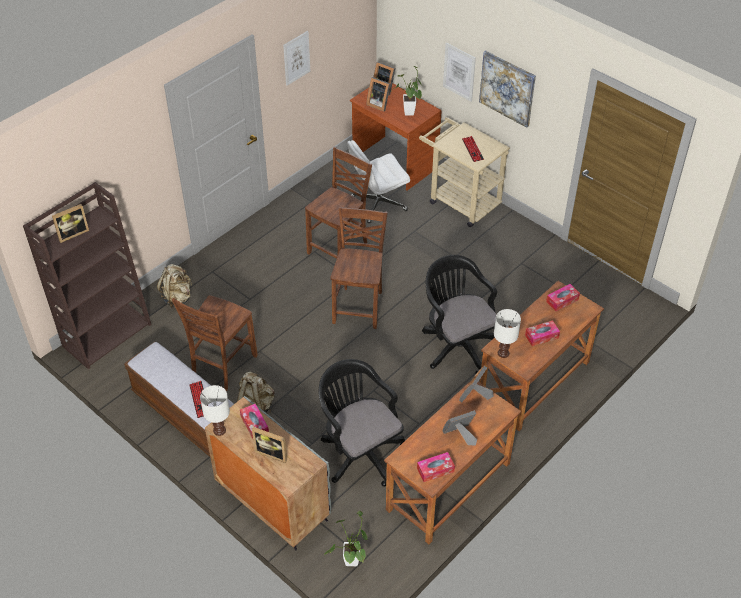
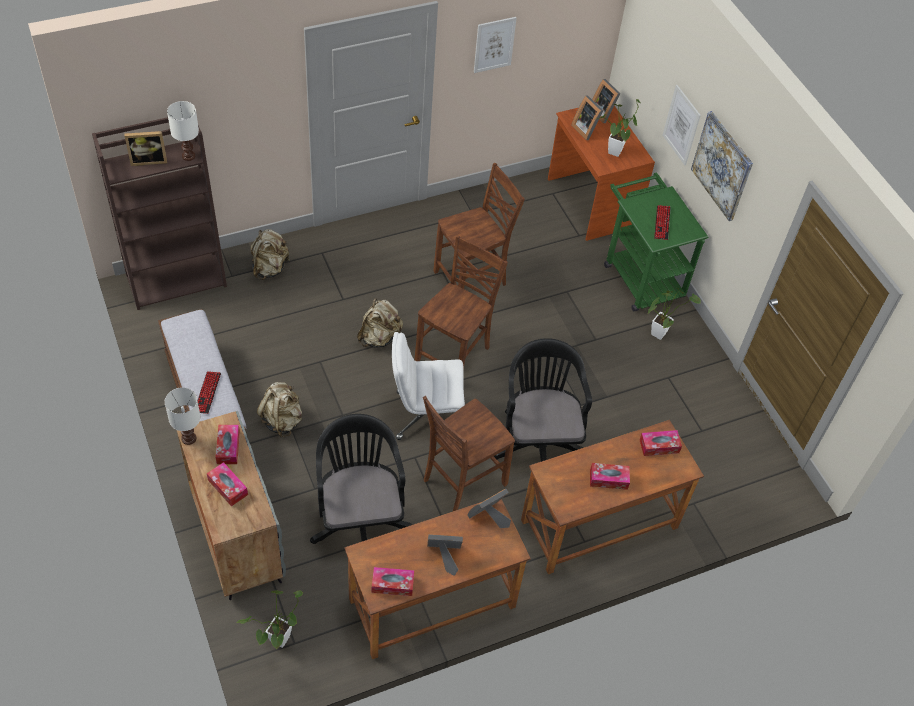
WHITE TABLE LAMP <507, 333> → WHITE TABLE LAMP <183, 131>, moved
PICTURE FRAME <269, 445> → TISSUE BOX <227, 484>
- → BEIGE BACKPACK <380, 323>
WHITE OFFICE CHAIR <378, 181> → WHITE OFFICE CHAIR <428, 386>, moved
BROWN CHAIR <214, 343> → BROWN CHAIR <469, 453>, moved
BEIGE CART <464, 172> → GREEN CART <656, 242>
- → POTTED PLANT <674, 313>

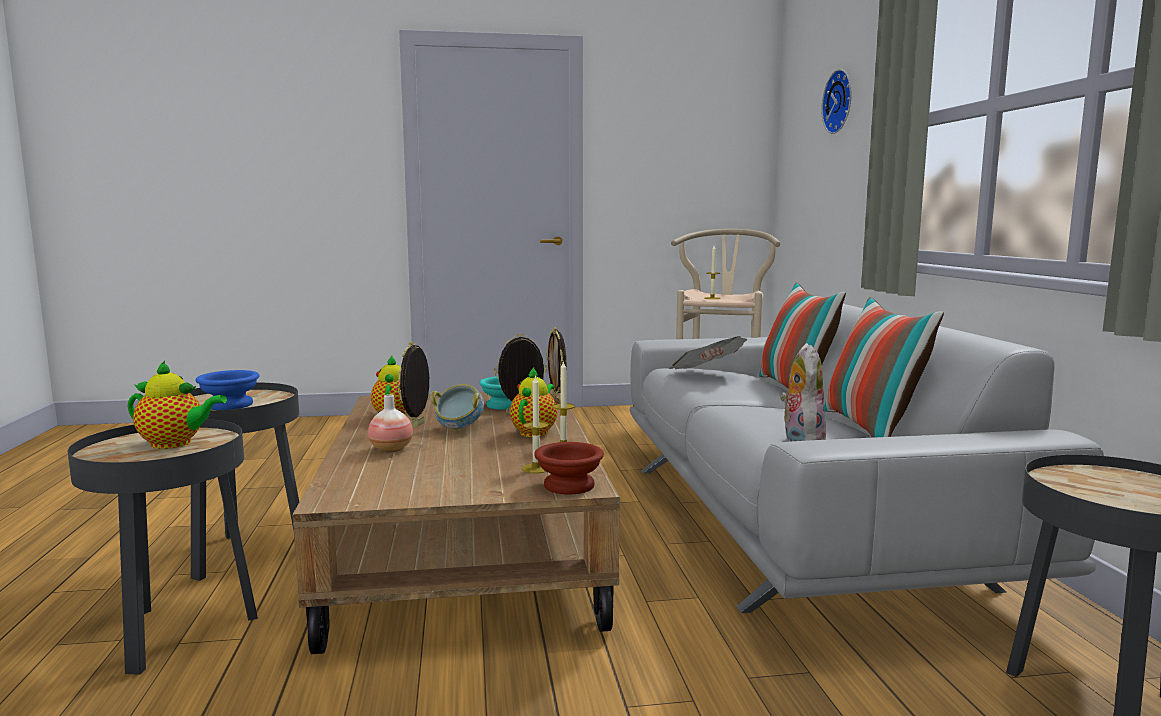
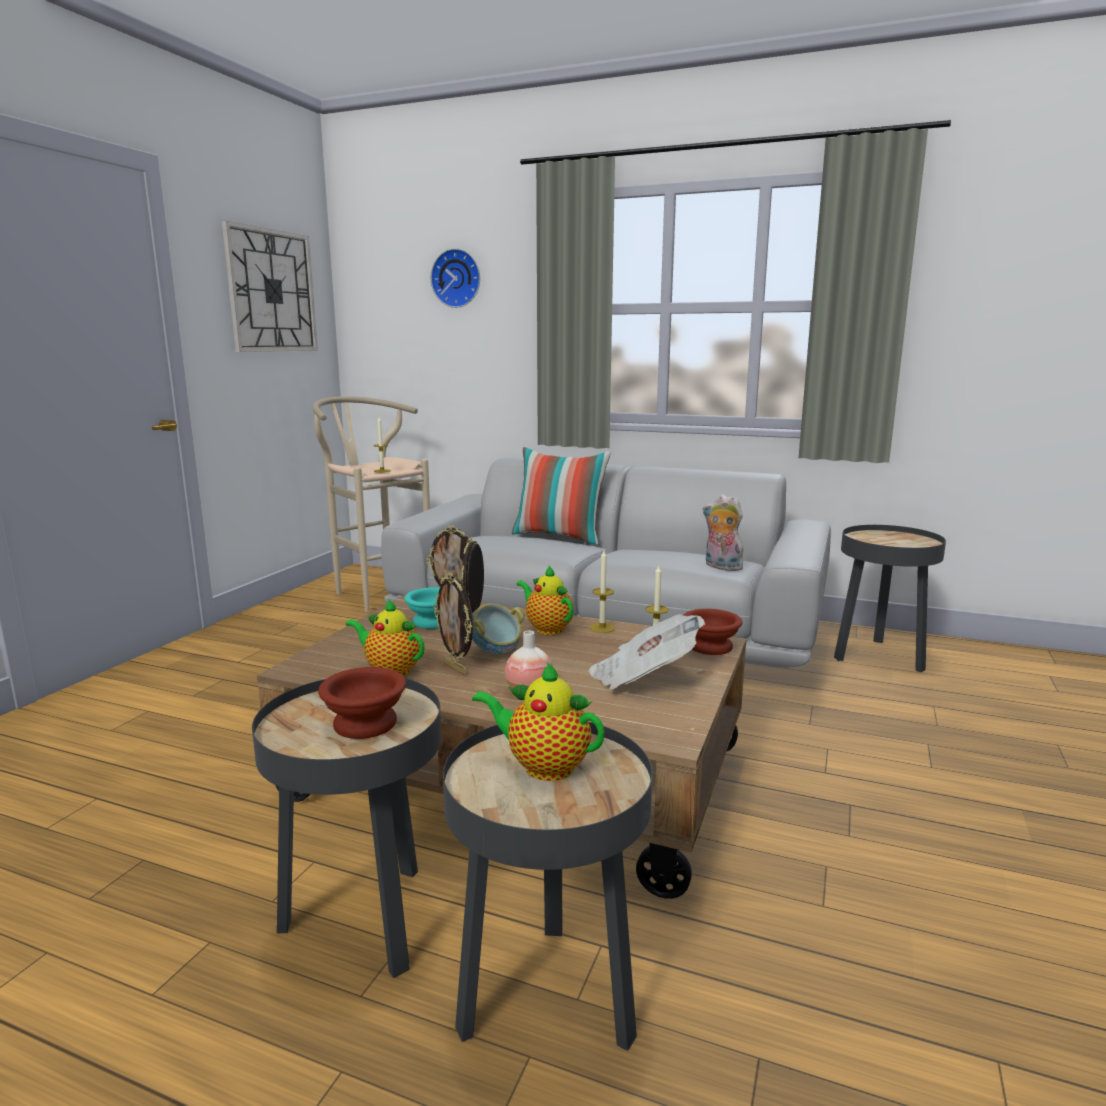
- → WALL CLOCK <270, 286>
BLUE BOWL <227, 390> → BROWN BOWL <362, 703>
TEAPOT <177, 405> → TEAPOT <538, 721>, 105 degrees counterclockwise
NEWSPAPER <707, 352> → NEWSPAPER <646, 652>, moved
PILLOW <883, 367> → -

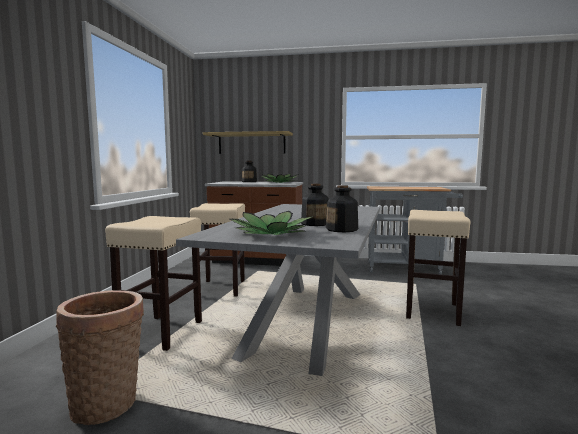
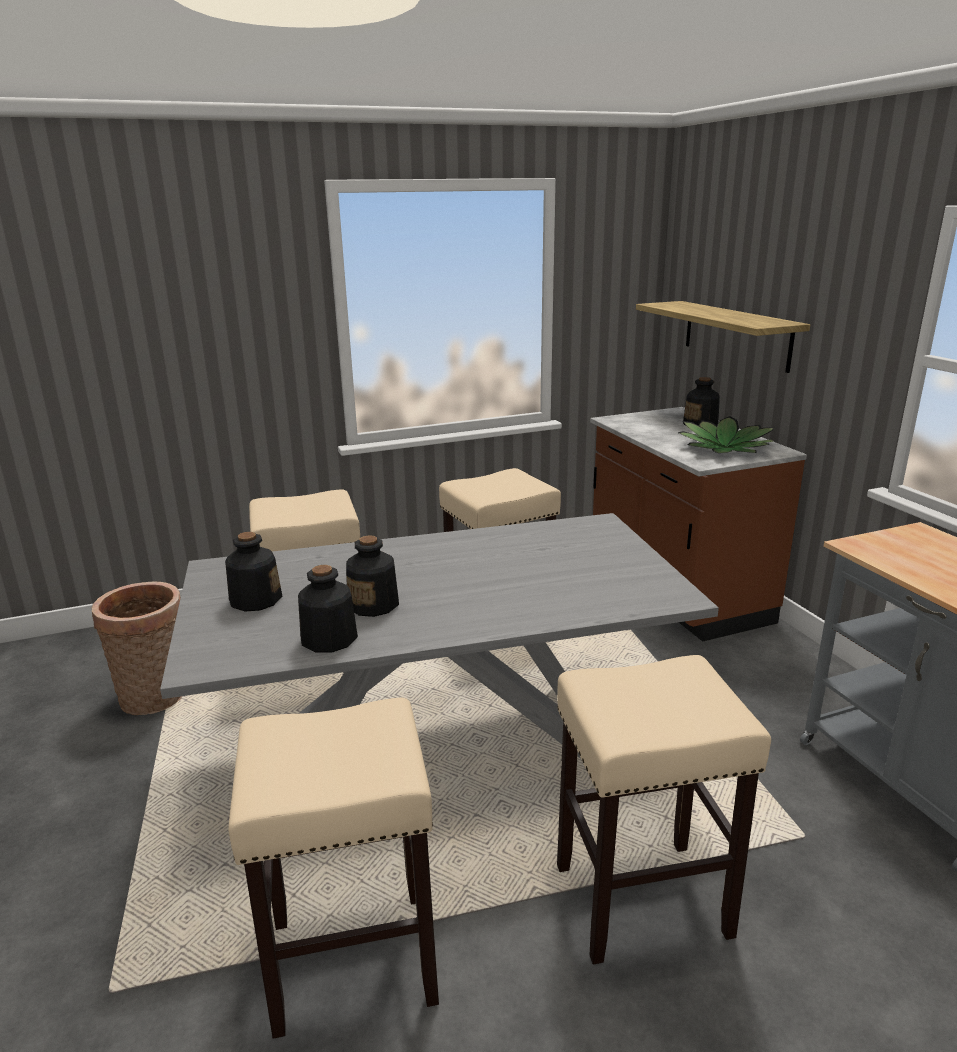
POTTED PLANT <272, 223> → BOTTLE <253, 571>
- → BEIGE STOOL <333, 868>

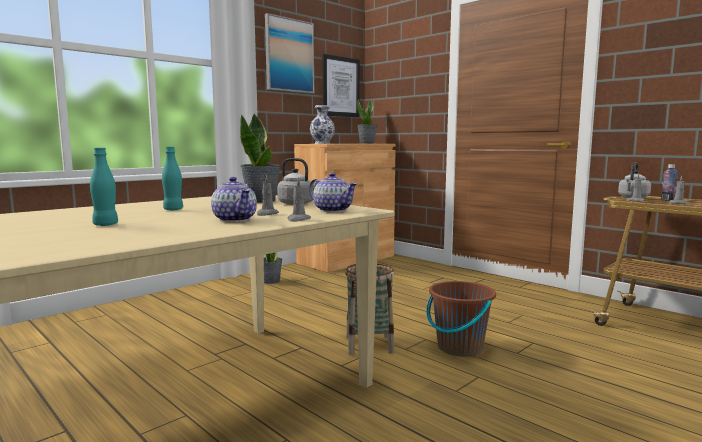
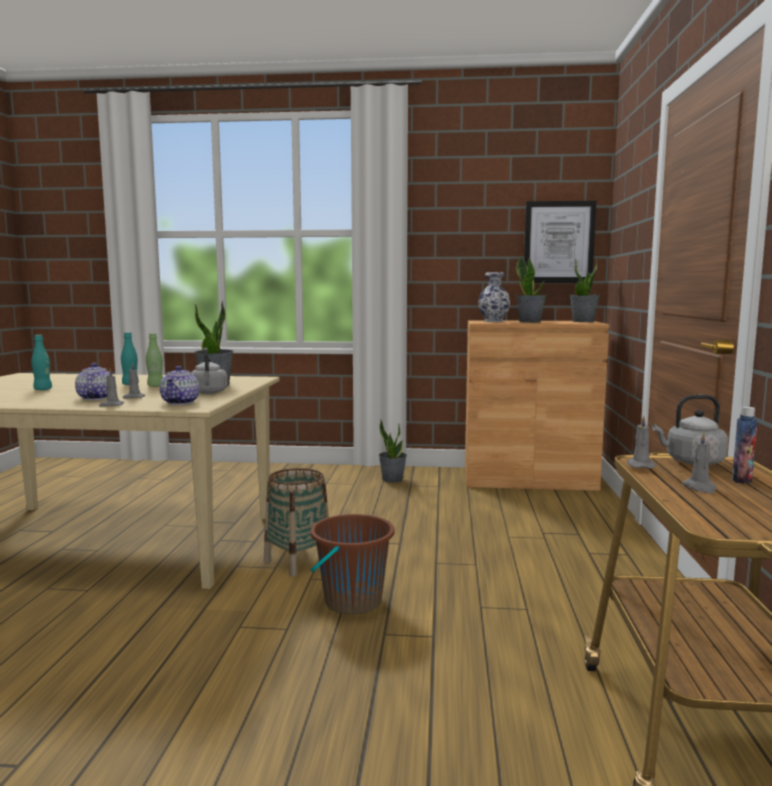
TEAPOT <234, 199> → TEAPOT <94, 381>, 150 degrees clockwise
- → GREEN BOTTLE <154, 360>
- → POTTED PLANT <531, 290>
PICTURE <289, 53> → -

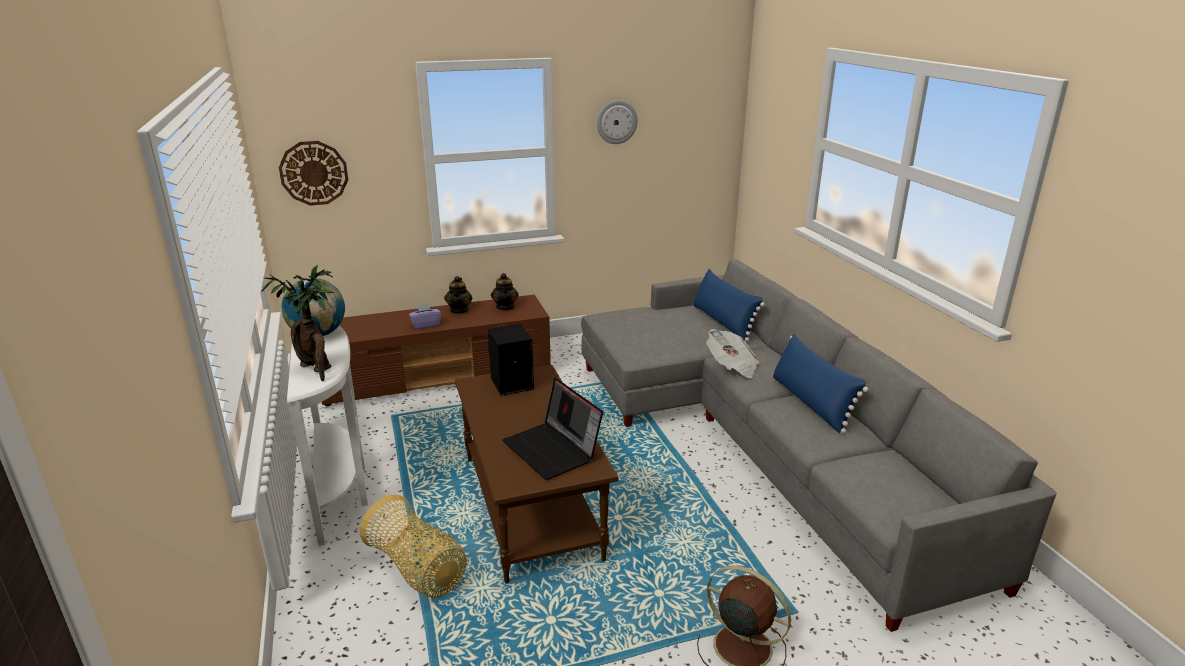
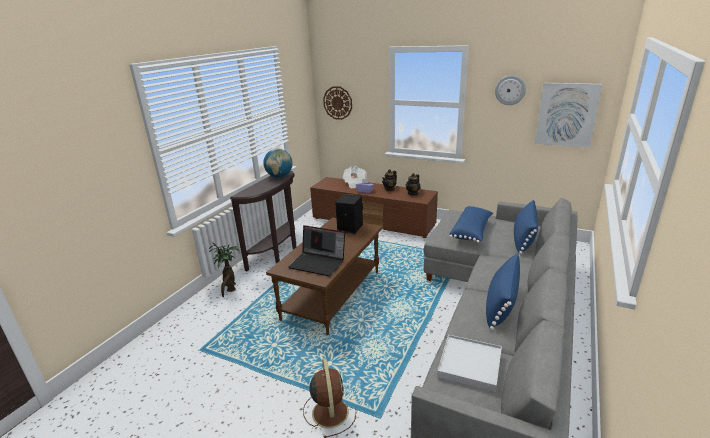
POTTED PLANT <297, 323> → POTTED PLANT <224, 269>, moved
WHITE CONSOLE TABLE <327, 435> → BROWN CONSOLE TABLE <263, 221>
LAPTOP <553, 429> → LAPTOP <316, 250>, 75 degrees counterclockwise
NEWSPAPER <733, 353> → NEWSPAPER <355, 177>, moved
- → WHITE TRAY <469, 363>
- → BLUE PILLOW <471, 224>
- → PICTURE <568, 115>
BASKET <413, 546> → -

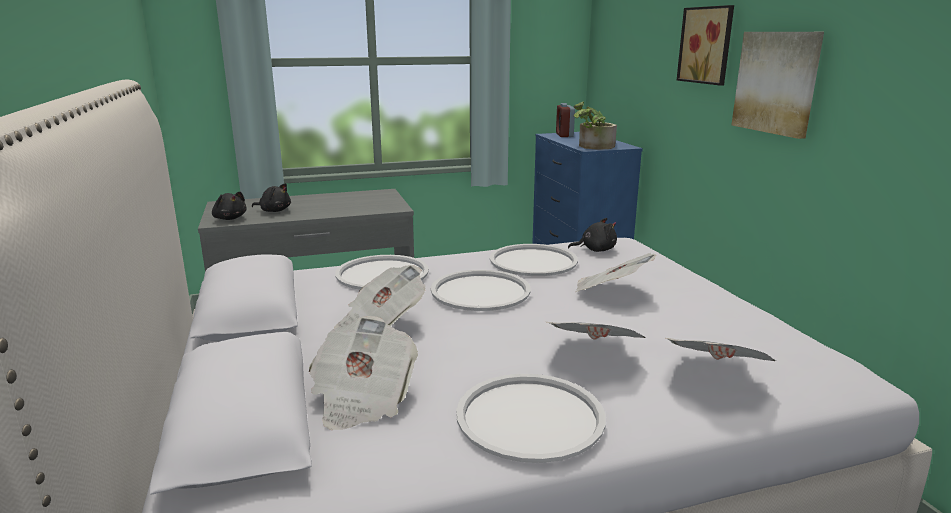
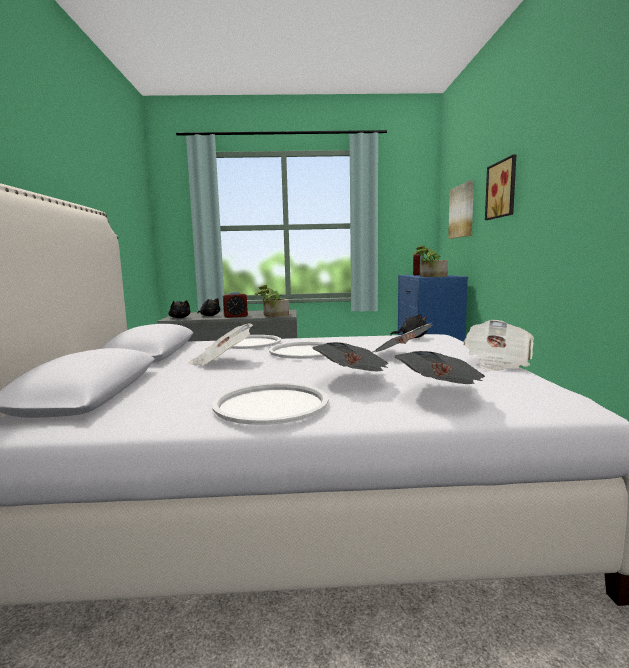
- → ALARM CLOCK <235, 305>
- → POTTED PLANT <272, 301>
PICTURE <778, 85> → PICTURE <461, 210>, moved
NEWSPAPER <363, 373> → NEWSPAPER <498, 345>, moved
WHITE TRAY <534, 260> → -

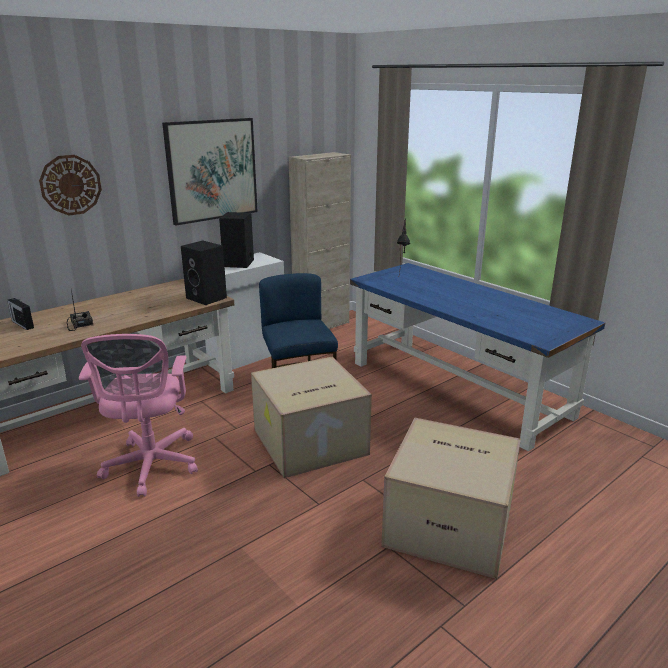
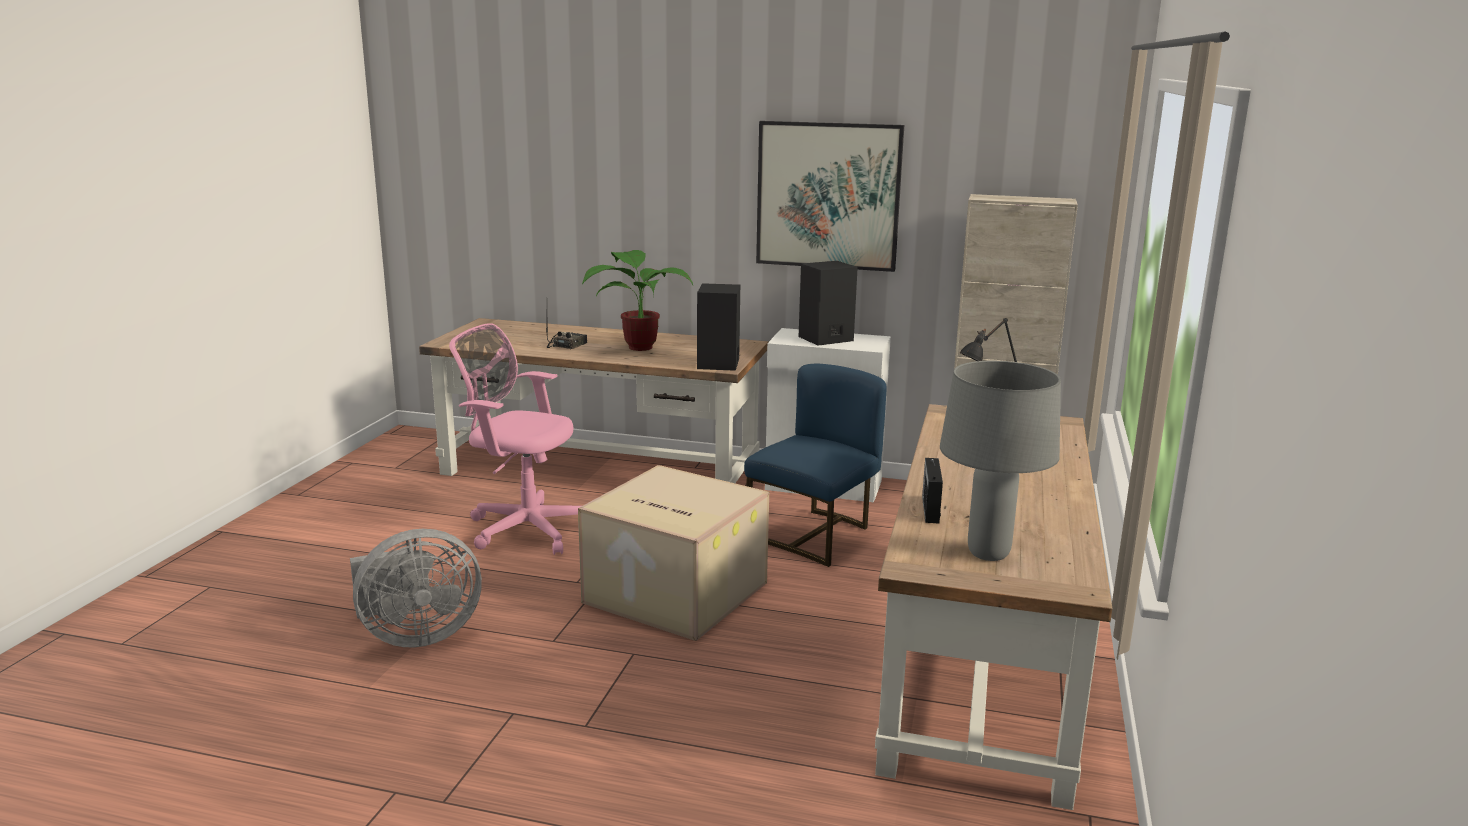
- → GREY FAN <416, 588>
PINK OFFICE CHAIR <138, 415> → PINK OFFICE CHAIR <515, 439>, 60 degrees clockwise
- → POTTED PLANT <637, 300>
BLUE DESK <477, 357> → BROWN DESK <994, 607>
RADIO <20, 314> → RADIO <932, 490>, moved
- → GREY TABLE LAMP <1000, 461>
WALL CLOCK <70, 185> → -
CARDBOARD BOX <451, 498> → -

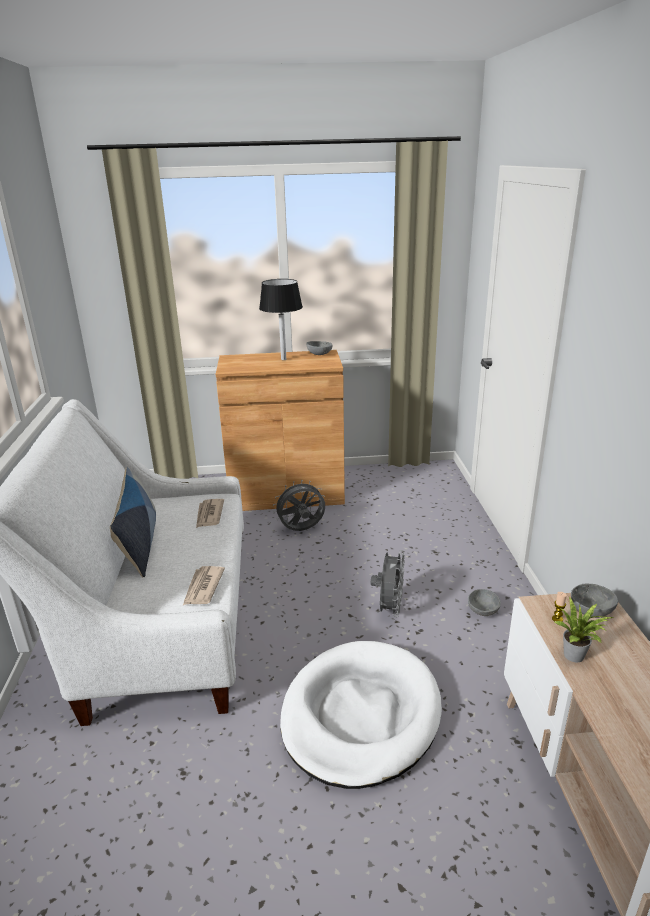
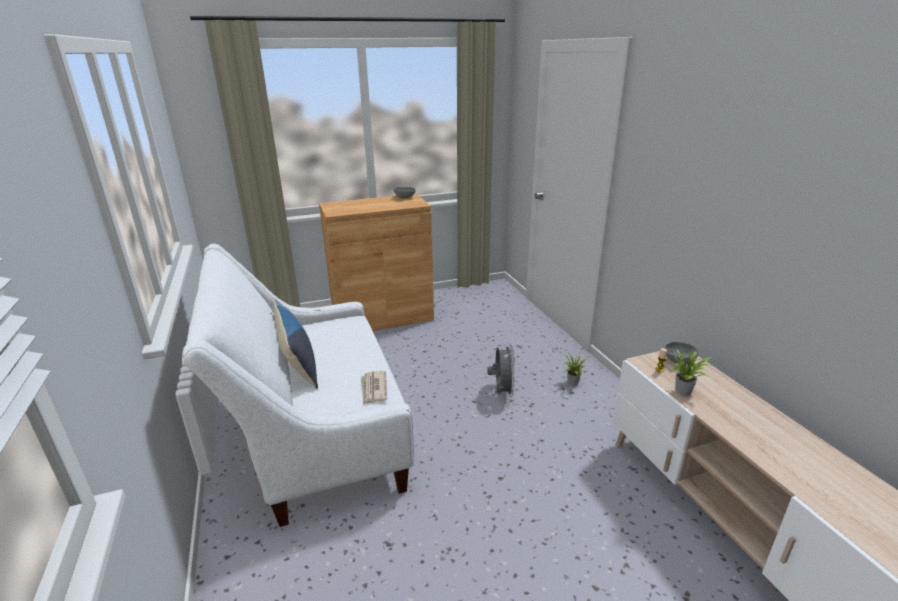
GREY BOWL <484, 602> → POTTED PLANT <575, 369>
NEWSPAPER <210, 513> → -
BLACK TABLE LAMP <281, 319> → -
GREY FAN <299, 505> → -
WHITE DOG BED <361, 715> → -

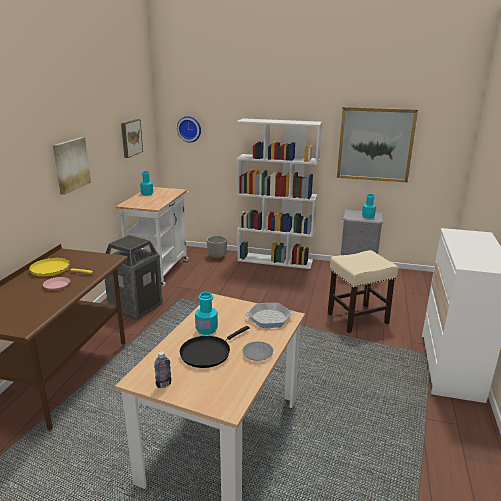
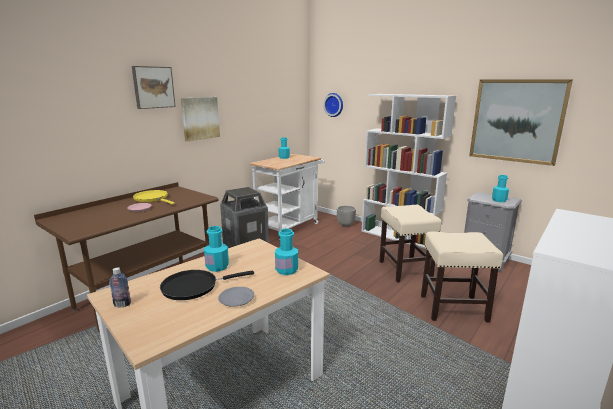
PICTURE <132, 138> → PICTURE <154, 87>, moved
FRYING PAN <269, 315> → TURQUOISE BOTTLE <286, 252>
- → BEIGE STOOL <411, 244>

